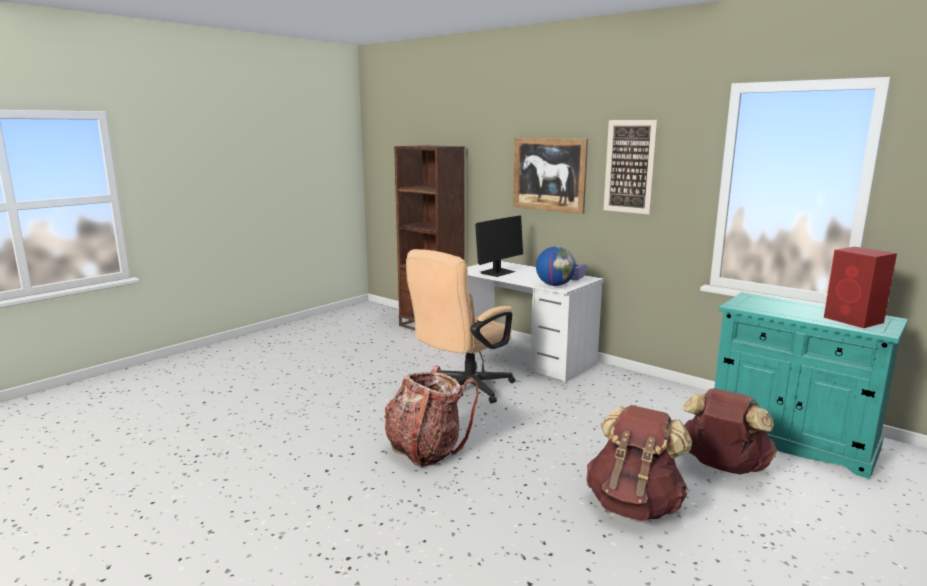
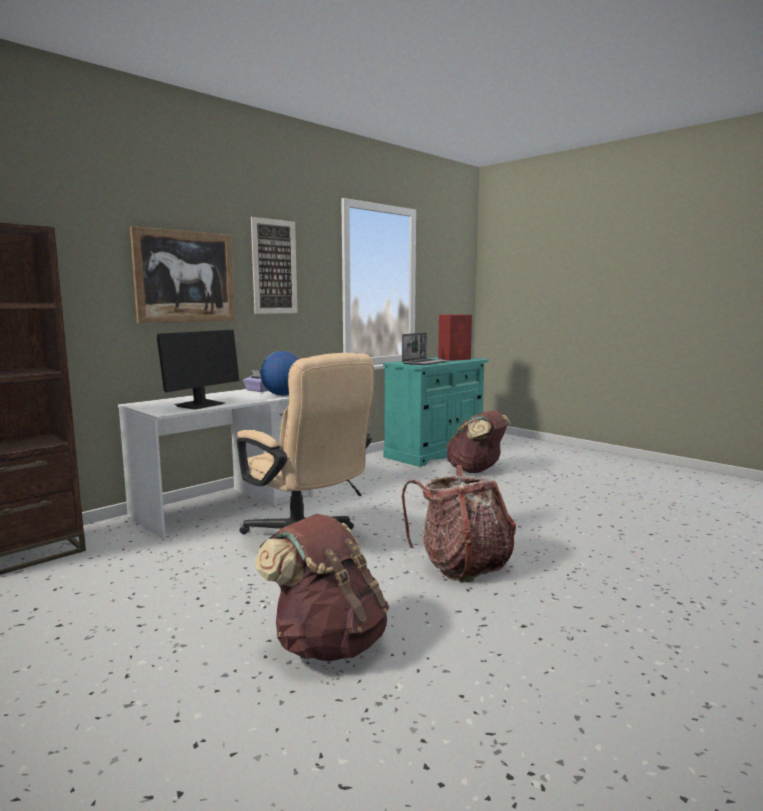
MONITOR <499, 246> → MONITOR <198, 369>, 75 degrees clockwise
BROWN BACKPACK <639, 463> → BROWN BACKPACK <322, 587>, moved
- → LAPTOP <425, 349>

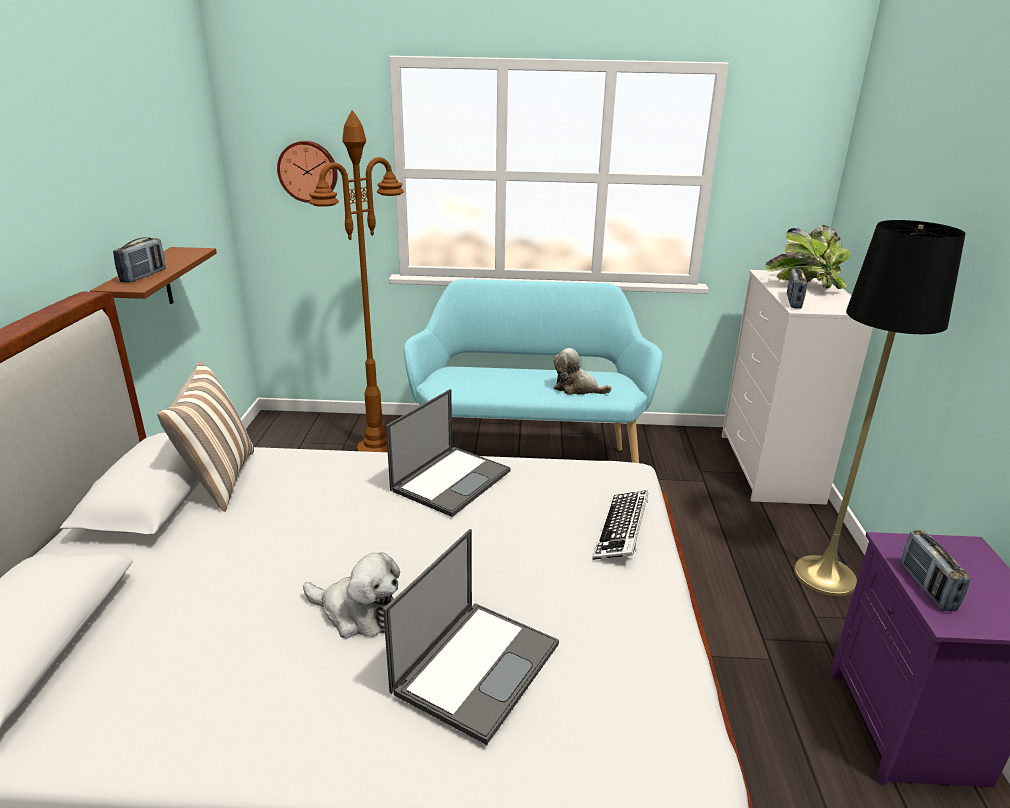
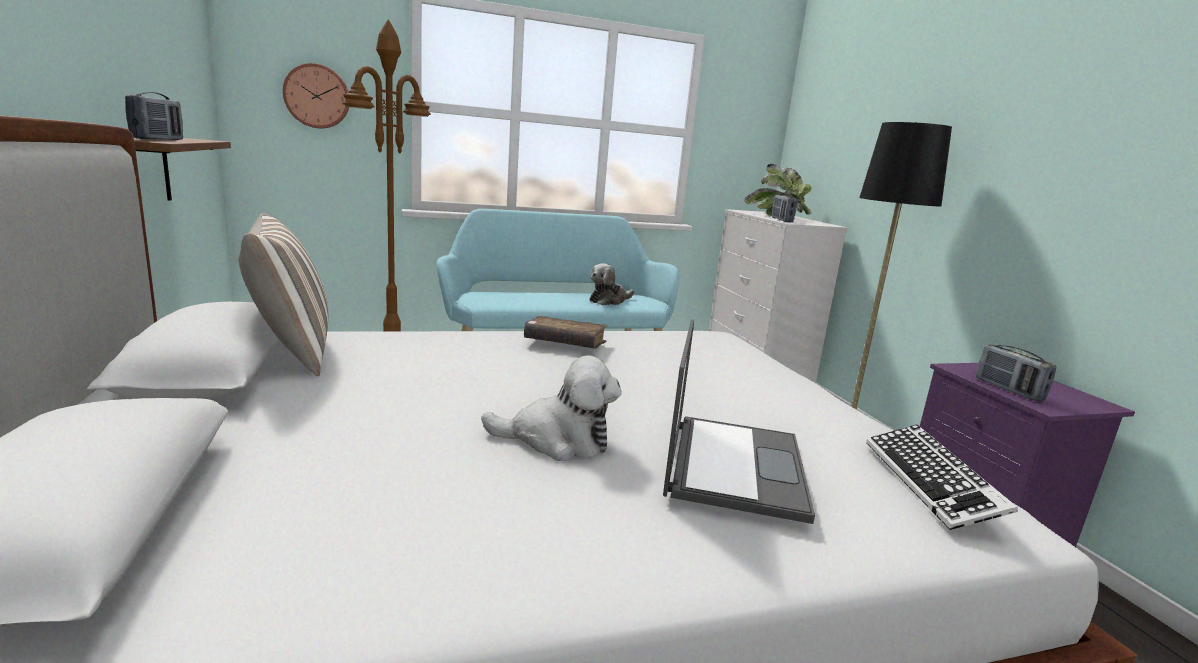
LAPTOP <448, 453> → BROWN BOOK <566, 332>
PLUSH TOY <583, 371> → PLUSH TOY <612, 284>, 45 degrees counterclockwise
KEYBOARD <621, 525> → KEYBOARD <942, 477>, moved

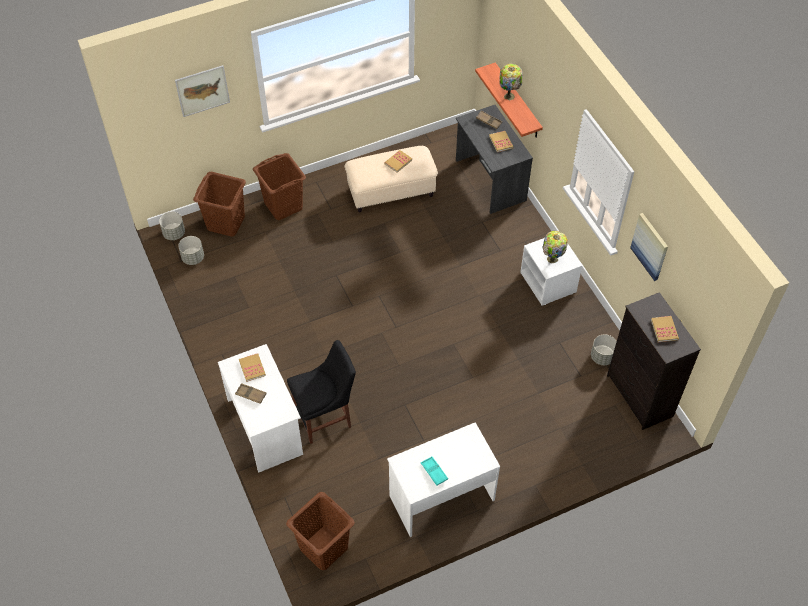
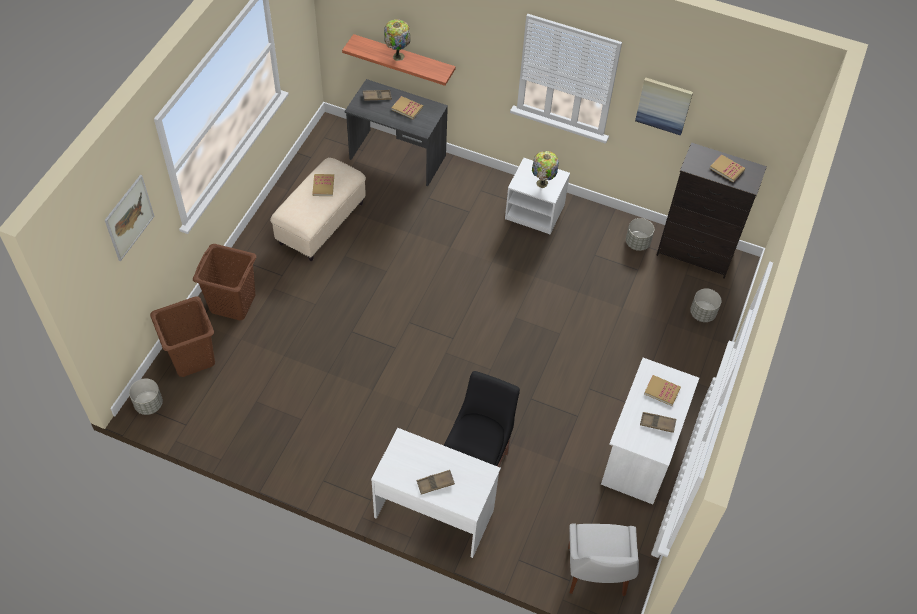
BROWN LAUNDRY BASKET <320, 531> → WHITE CHAIR <603, 559>
TURQUOISE TRAY <434, 471> → BROWN TRAY <658, 422>
BOOK <252, 367> → BOOK <662, 390>, moved
GREY PLANTER <191, 250> → GREY PLANTER <705, 305>, moved

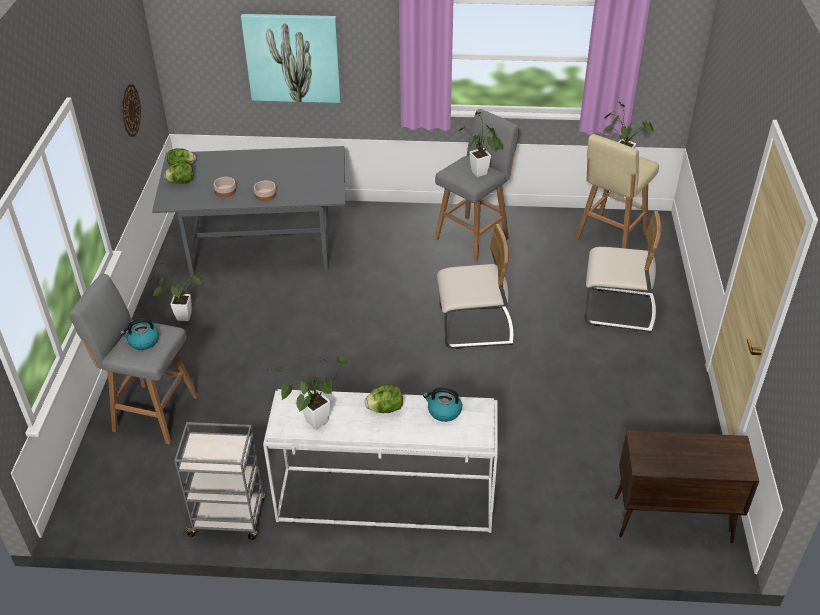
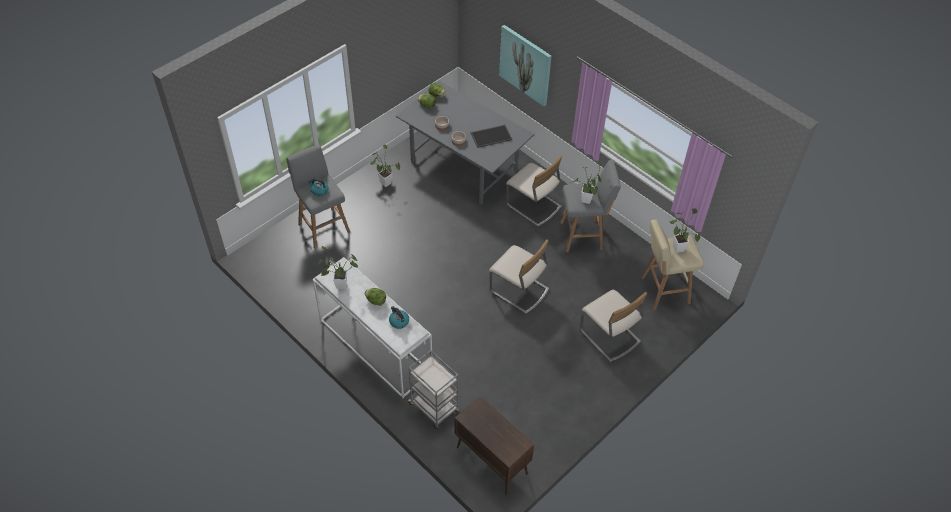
GREY CART <220, 481> → GREY CART <433, 389>, moved
- → TRAY <491, 136>
- → BEIGE CHAIR <534, 191>
WALL CLOCK <131, 110> → -

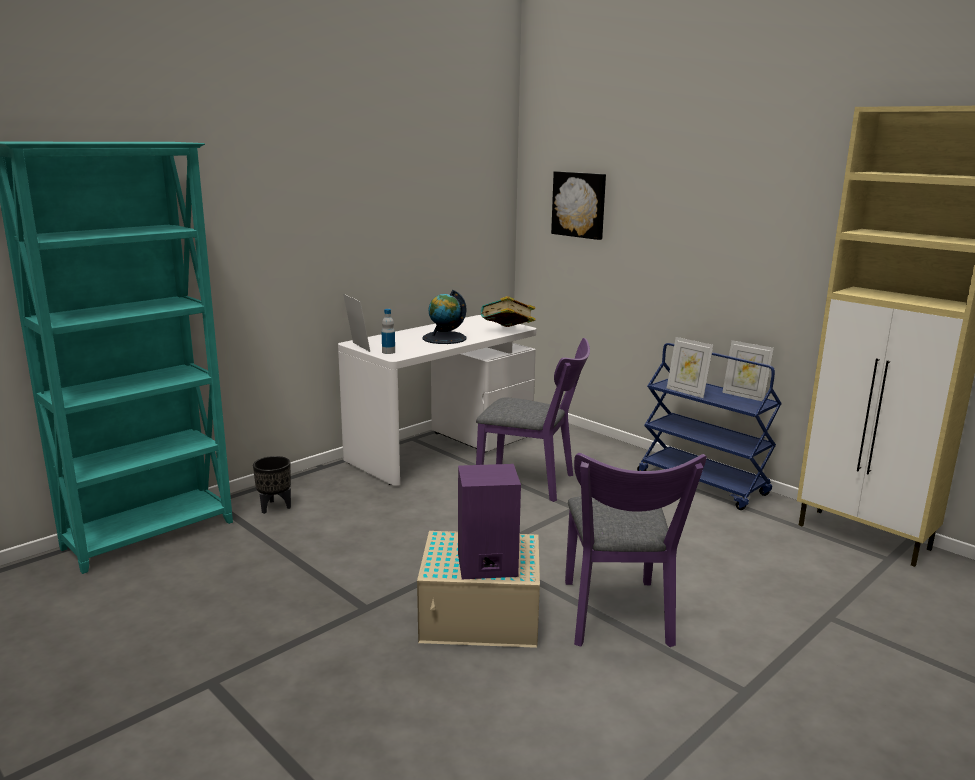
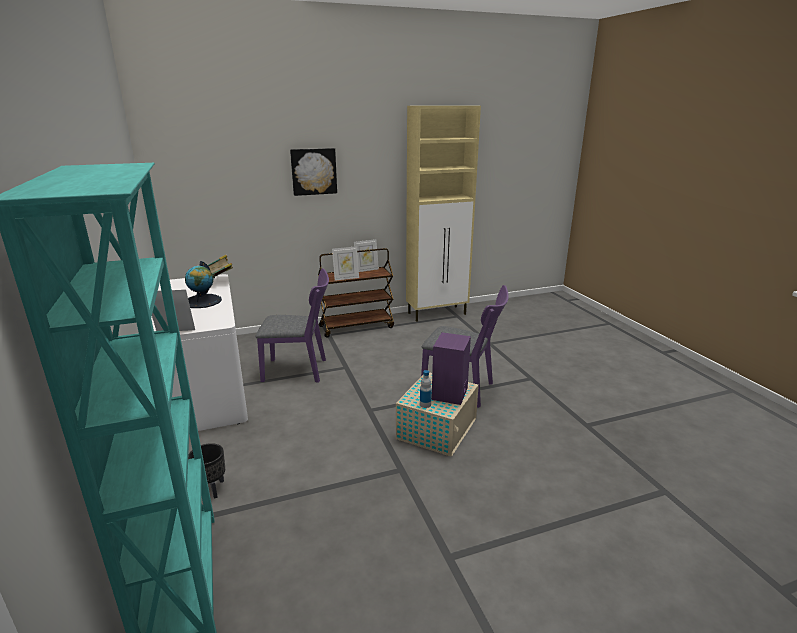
PURPLE CHAIR <533, 420> → PURPLE CHAIR <292, 325>, 45 degrees clockwise
PICTURE <578, 205> → PICTURE <313, 172>, moved
BLUE CART <709, 426> → BROWN CART <356, 293>
BOTTLE <388, 331> → BOTTLE <426, 389>, moved

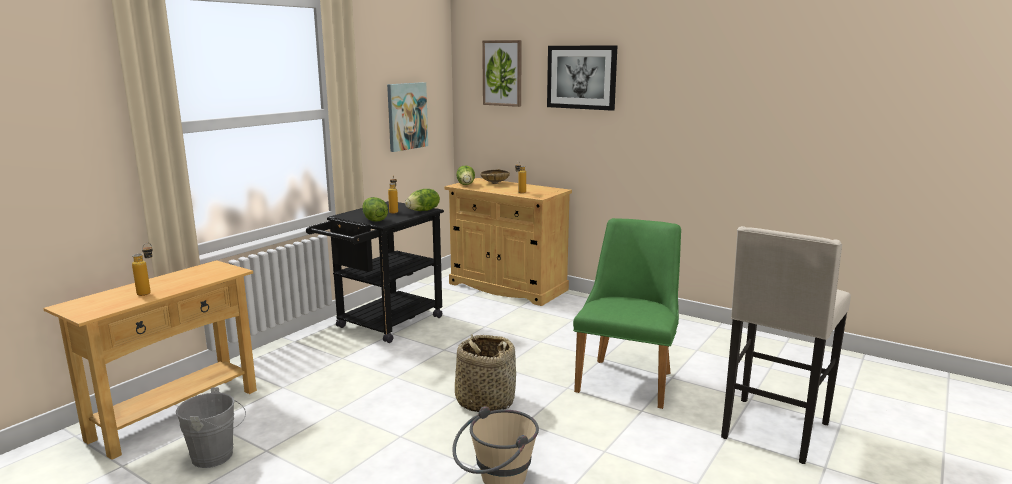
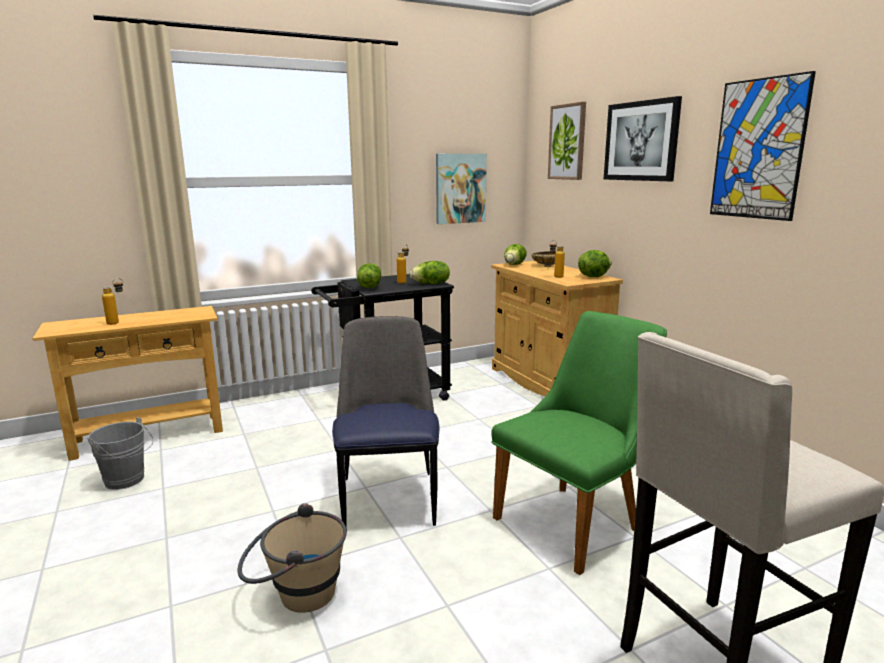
BASKET <485, 373> → CHAIR <385, 422>
- → LETTUCE <595, 263>
- → PICTURE <763, 146>

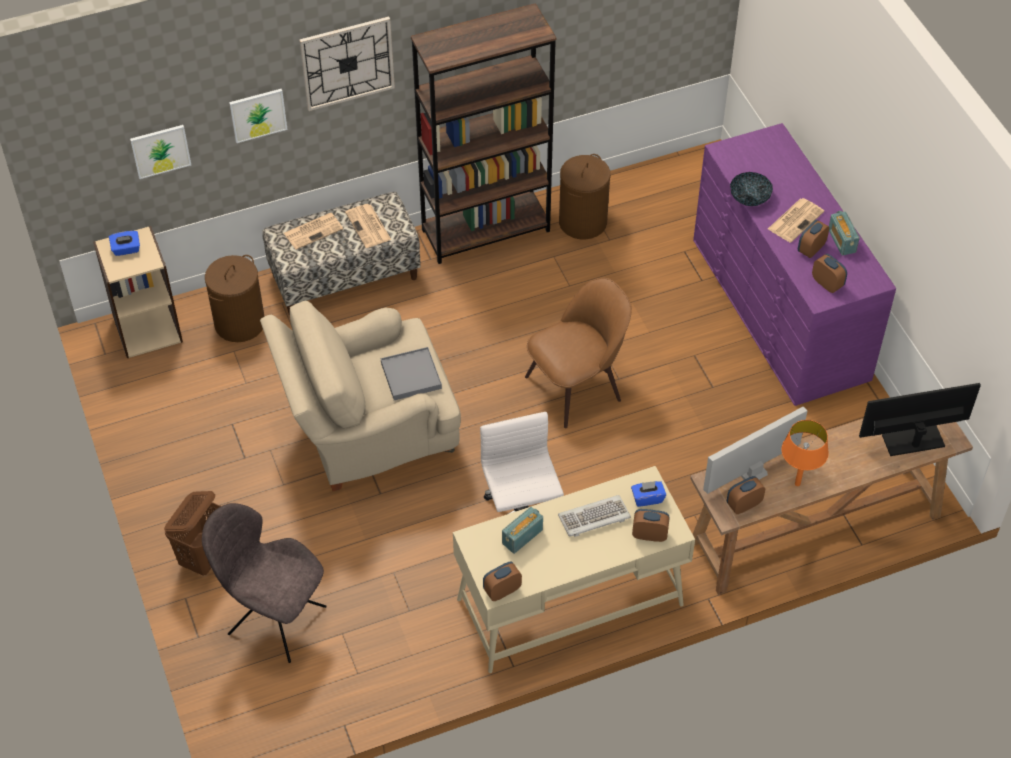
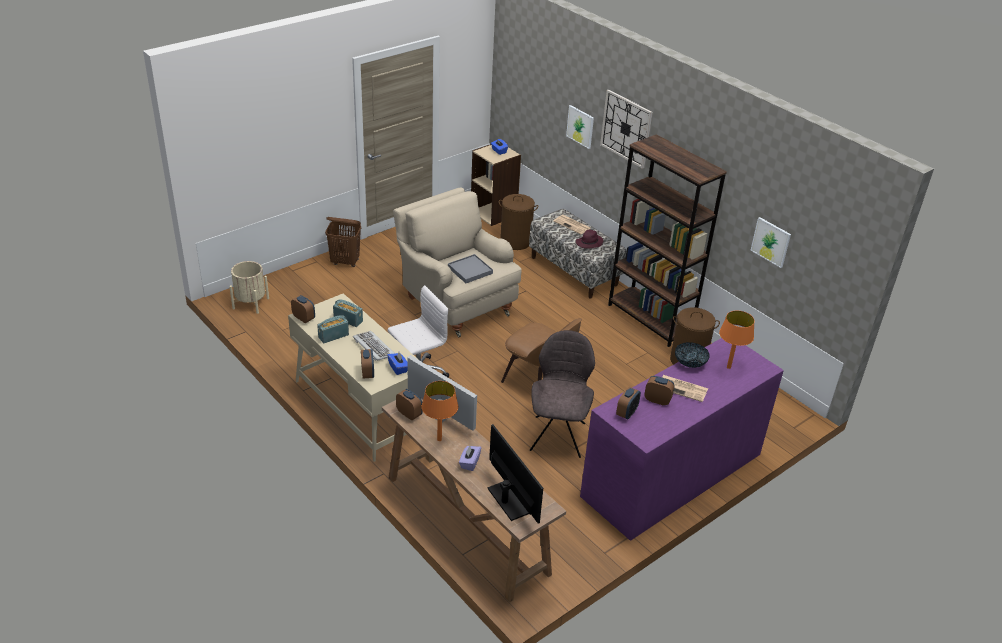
- → BEIGE PLANTER <249, 287>
RADIO <844, 233> → RADIO <333, 329>, moved
- → PURPLE TISSUE BOX <470, 458>
GREY CHAIR <264, 583> → GREY CHAIR <562, 394>, moved
NEWSPAPER <368, 226> → PURPLE HAT <590, 239>
- → ORANGE TABLE LAMP <737, 340>
PICTURE <160, 152> → PICTURE <770, 242>, moved

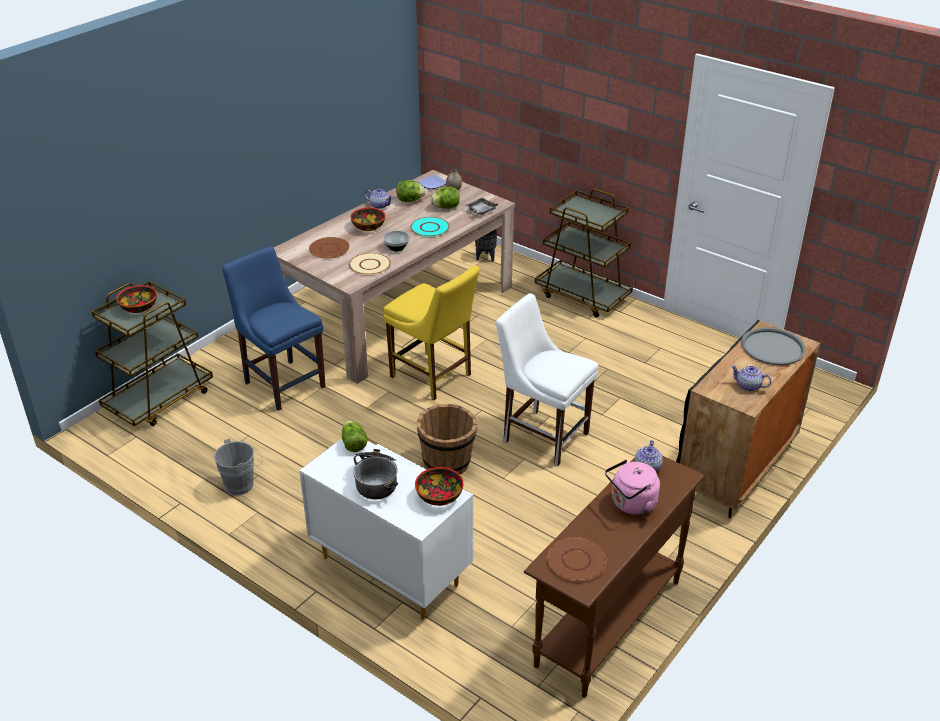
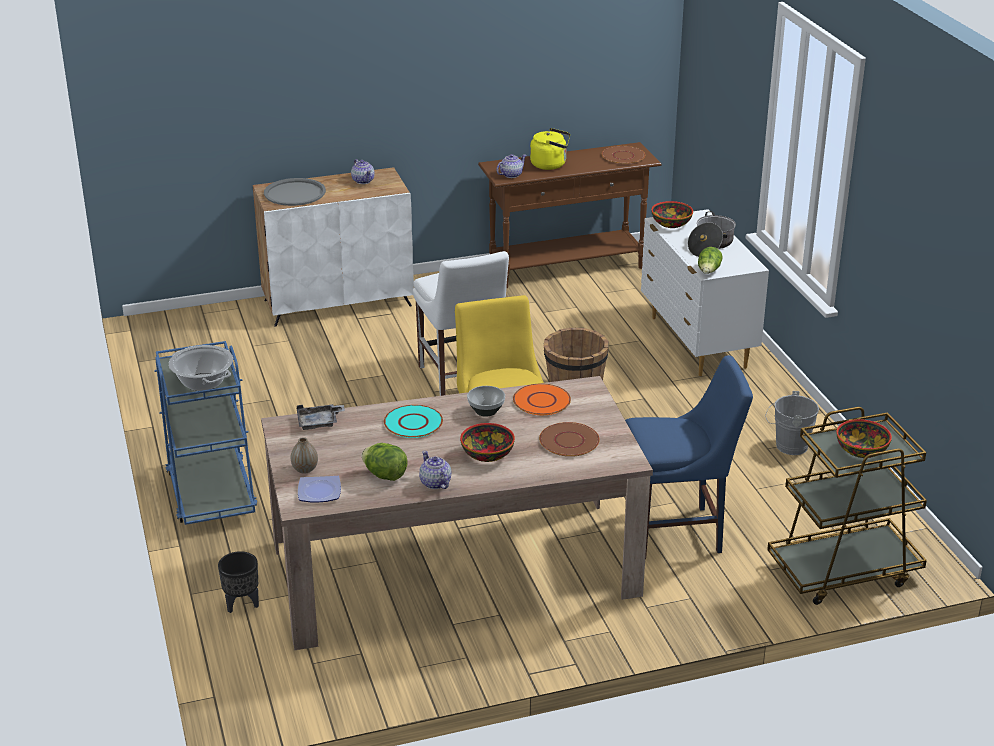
BROWN CART <584, 253> → BLUE CART <205, 433>
- → COOKING POT <201, 368>
BLACK CABINET <748, 419> → WHITE CABINET <333, 247>
BEIGE PLATE <370, 264> → ORANGE PLATE <542, 399>
PINK KETTLE <632, 487> → YELLOW KETTLE <550, 149>
BLUE CHAIR <274, 328> → BLUE CHAIR <689, 457>, 90 degrees counterclockwise
LETTUCE <445, 197> → -

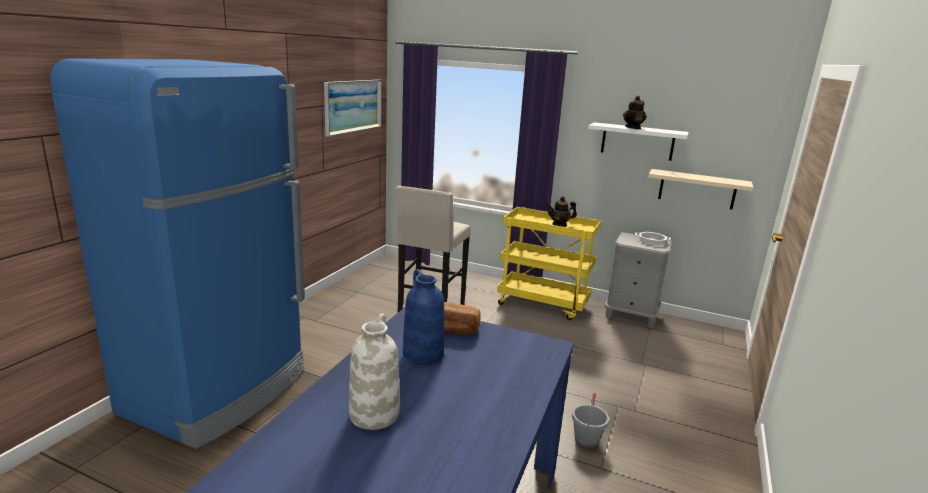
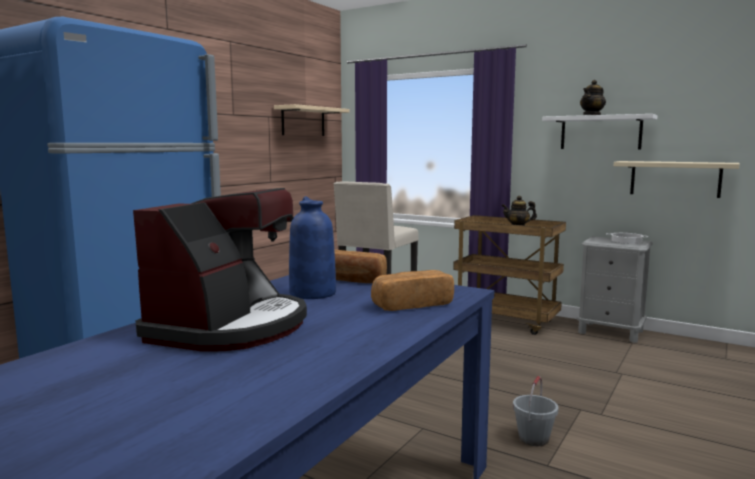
WHITE VASE <374, 372> → COFFEE MACHINE <220, 270>
PICTURE <353, 108> → BEIGE SHELF <312, 120>
- → BREAD <412, 290>
YELLOW CART <549, 264> → BROWN CART <509, 275>

